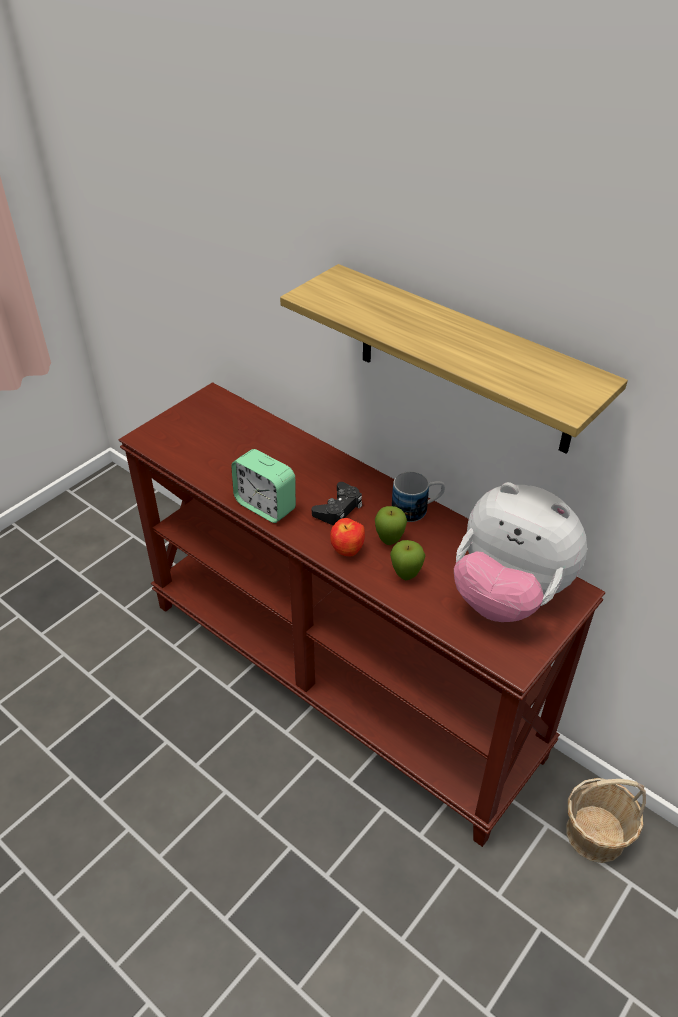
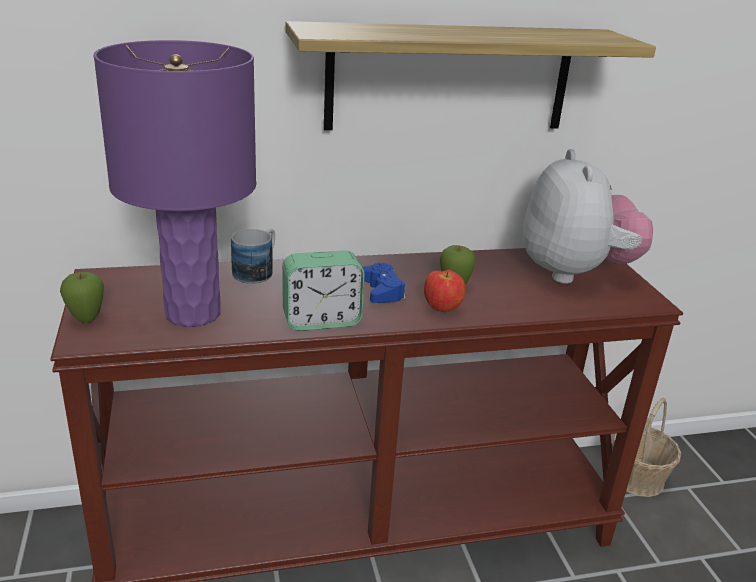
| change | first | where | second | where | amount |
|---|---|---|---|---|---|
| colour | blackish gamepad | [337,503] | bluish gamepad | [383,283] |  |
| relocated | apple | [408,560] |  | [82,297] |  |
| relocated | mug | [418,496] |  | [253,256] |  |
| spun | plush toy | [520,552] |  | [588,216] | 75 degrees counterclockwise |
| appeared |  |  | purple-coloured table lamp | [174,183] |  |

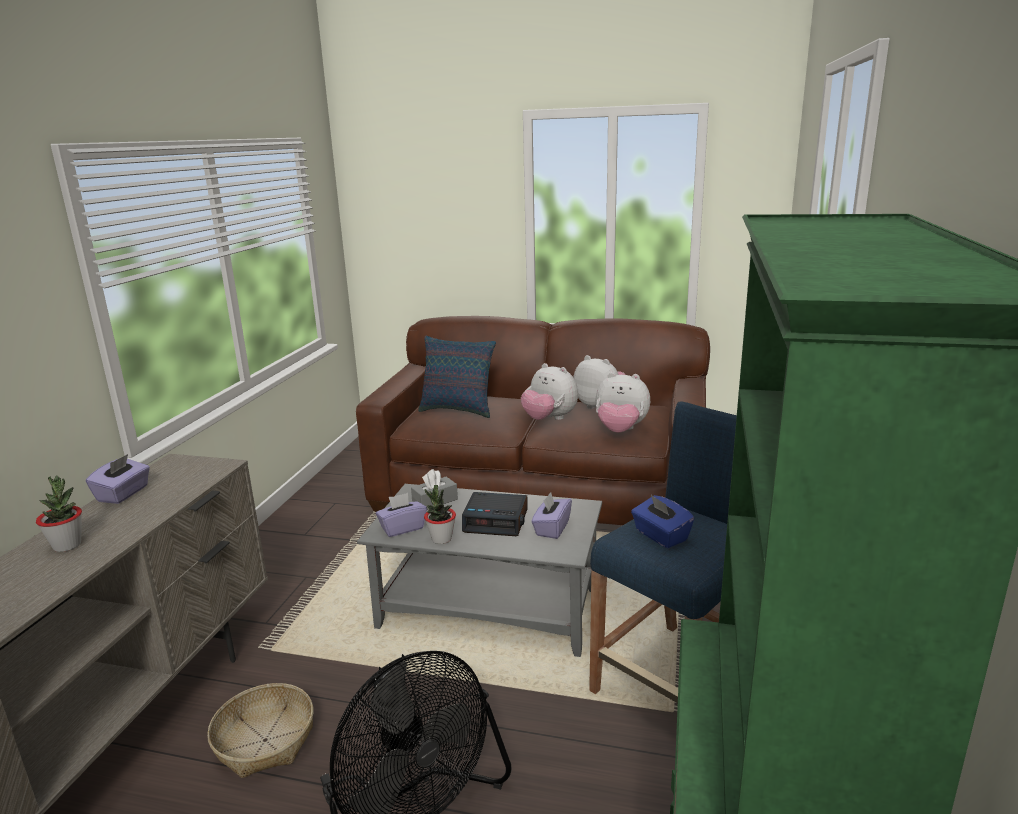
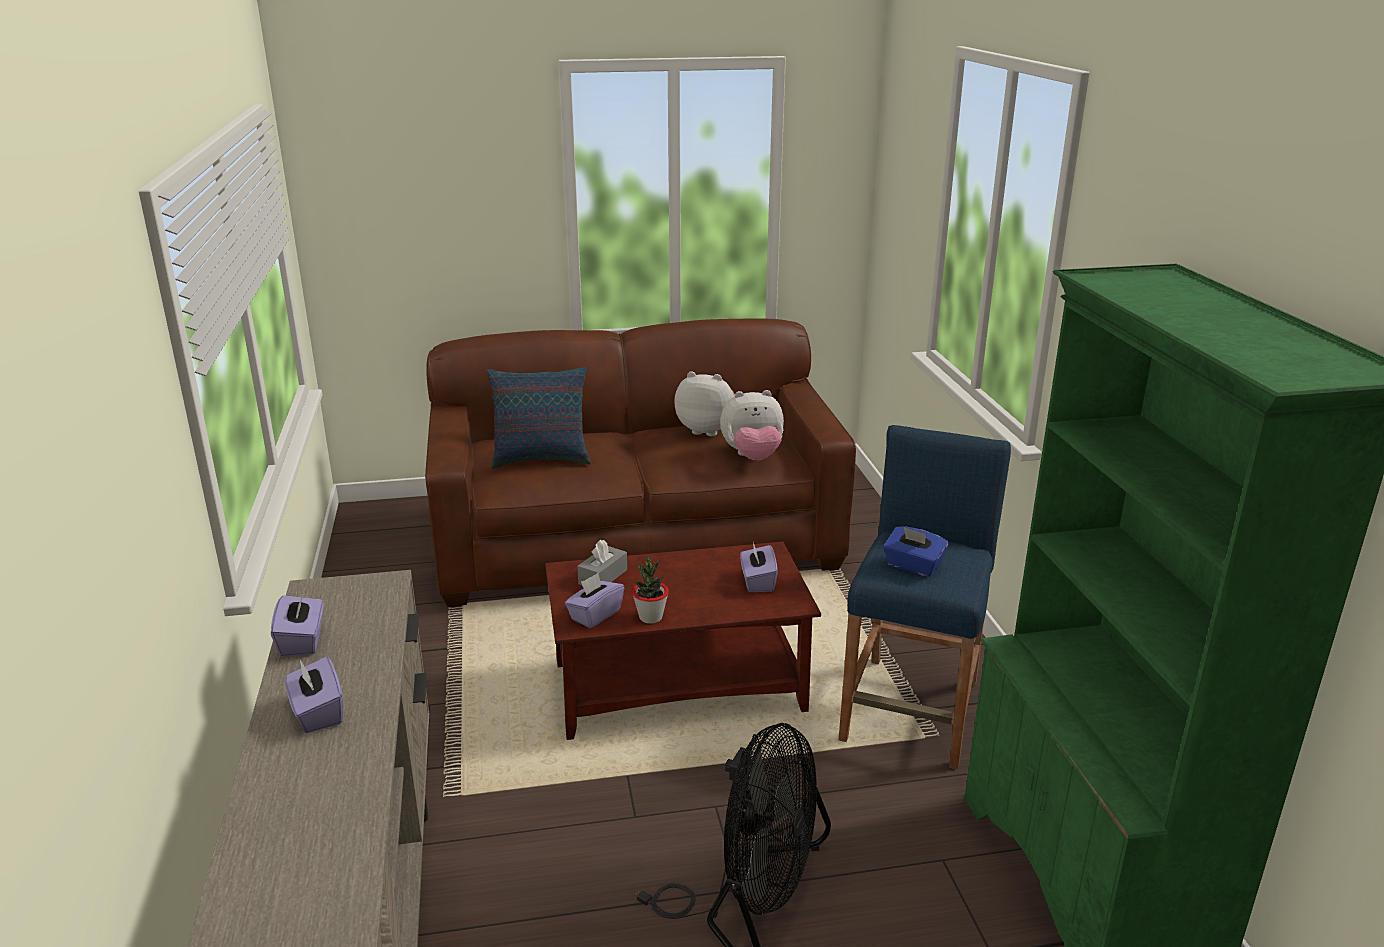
| change | first | where | second | where | amount |
|---|---|---|---|---|---|
| exchanged | houseplant | [59,513] | purple-coloured box of tissues | [314,695] |  |
| missing | household basket | [260,730] |  |  |  |
| colour | greyish coffee table | [479,570] | brownish coffee table | [683,641] |  |
| missing | alarm clock | [495,514] |  |  |  |
| missing | plush toy | [549,391] |  |  |  |

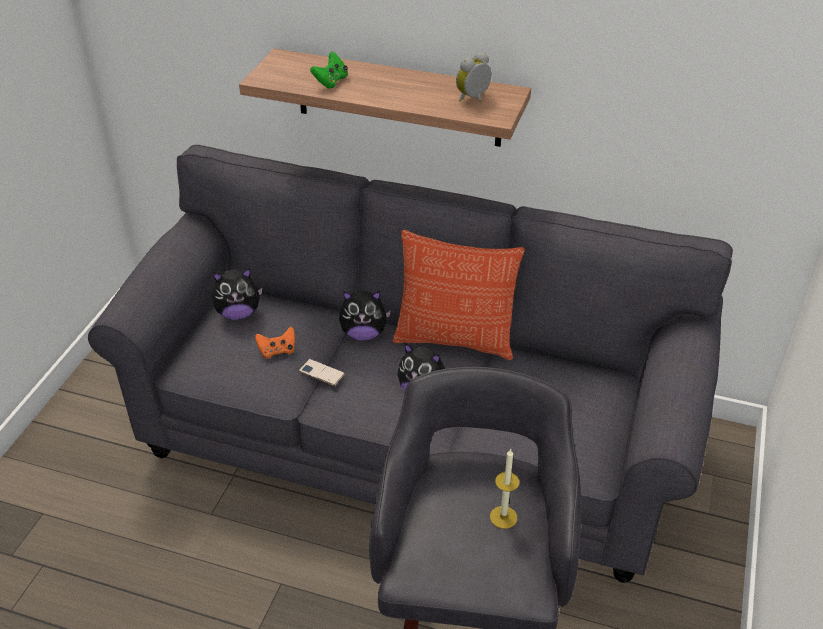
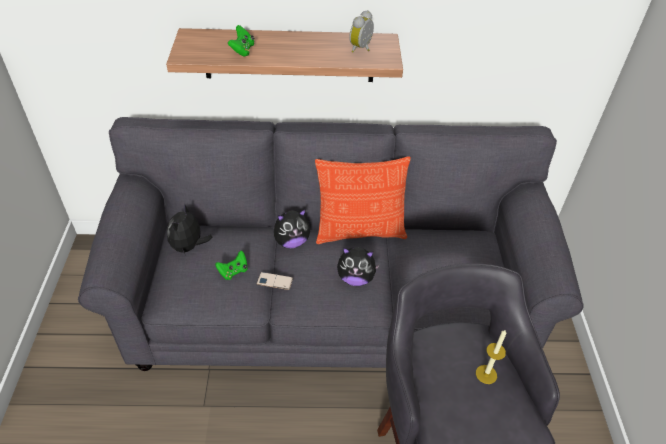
| change | first | where | second | where | amount |
|---|---|---|---|---|---|
| spun | plush toy | [237,294] |  | [190,229] | 135 degrees clockwise |
| colour | orangey gamepad | [275,343] | green gamepad | [231,265] |  |

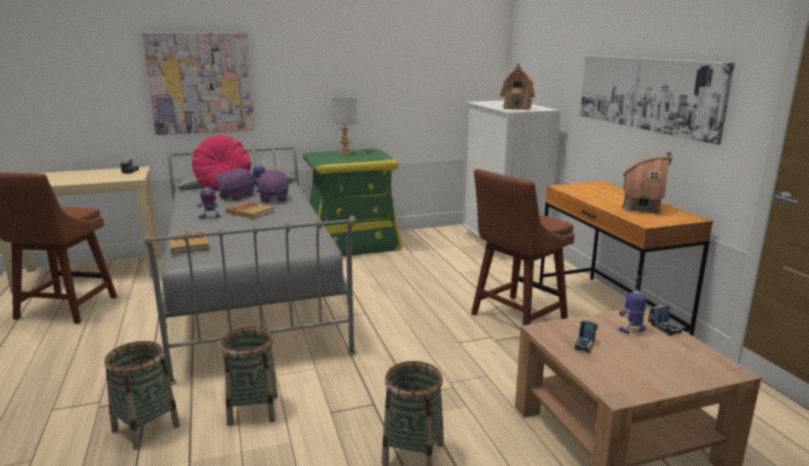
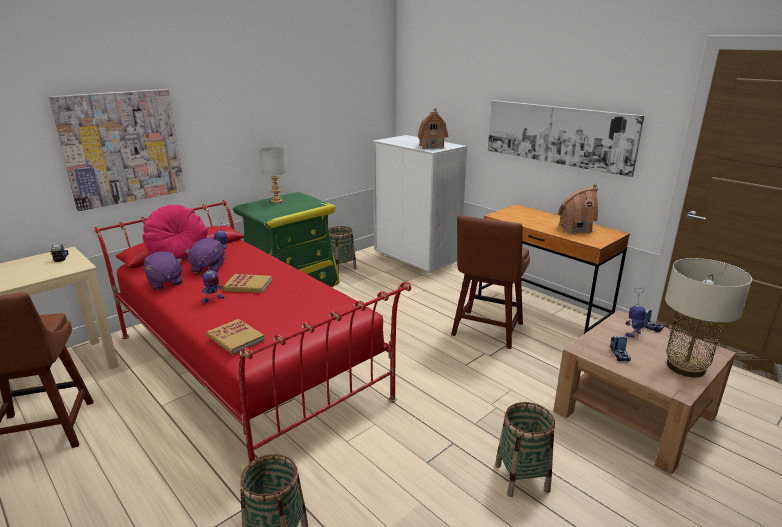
| change | first | where | second | where | amount |
|---|---|---|---|---|---|
| colour | greyish bed | [250,265] | red-coloured bed | [252,331] |  |
| relocated | household basket | [249,376] |  | [342,250] |  |
| relocated | purple-coloured plush toy | [272,186] |  | [163,270] |  |
| appeared |  |  | table lamp | [708,317] |  |

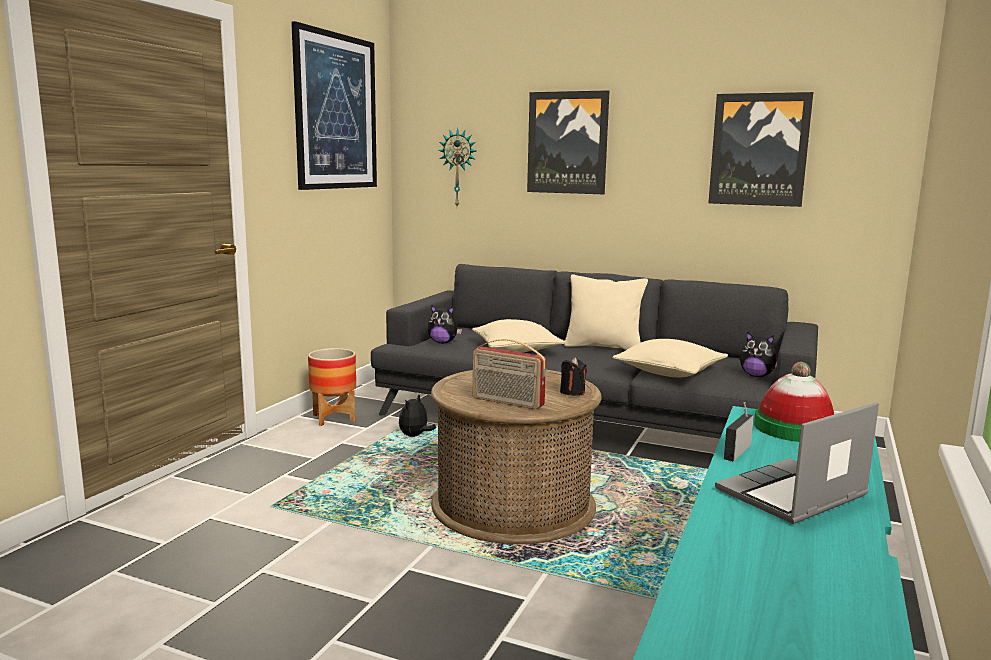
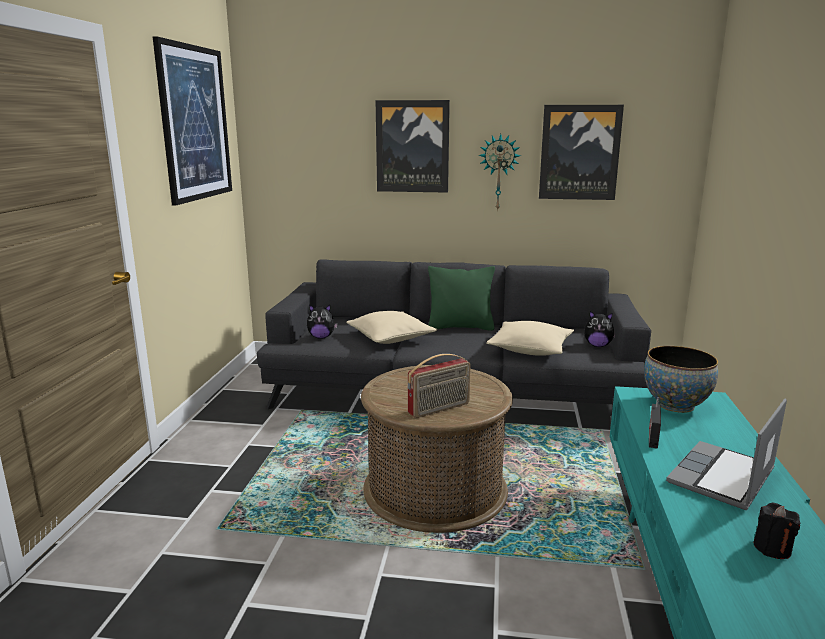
| change | first | where | second | where | amount |
|---|---|---|---|---|---|
| missing | planter | [332,387] |  |  |  |
| missing | plush toy | [417,416] |  |  |  |
| relocated | wall clock | [457,167] |  | [500,172] |  |
| spun | radio set | [509,374] |  | [439,386] | 45 degrees counterclockwise |
| relocated | blackish candle | [573,376] |  | [777,531] |  |
| colour | sand-coloured cushion | [606,312] | green cushion | [461,298] |  |
| exchanged | hat | [794,402] | deep dish | [681,379] |  |

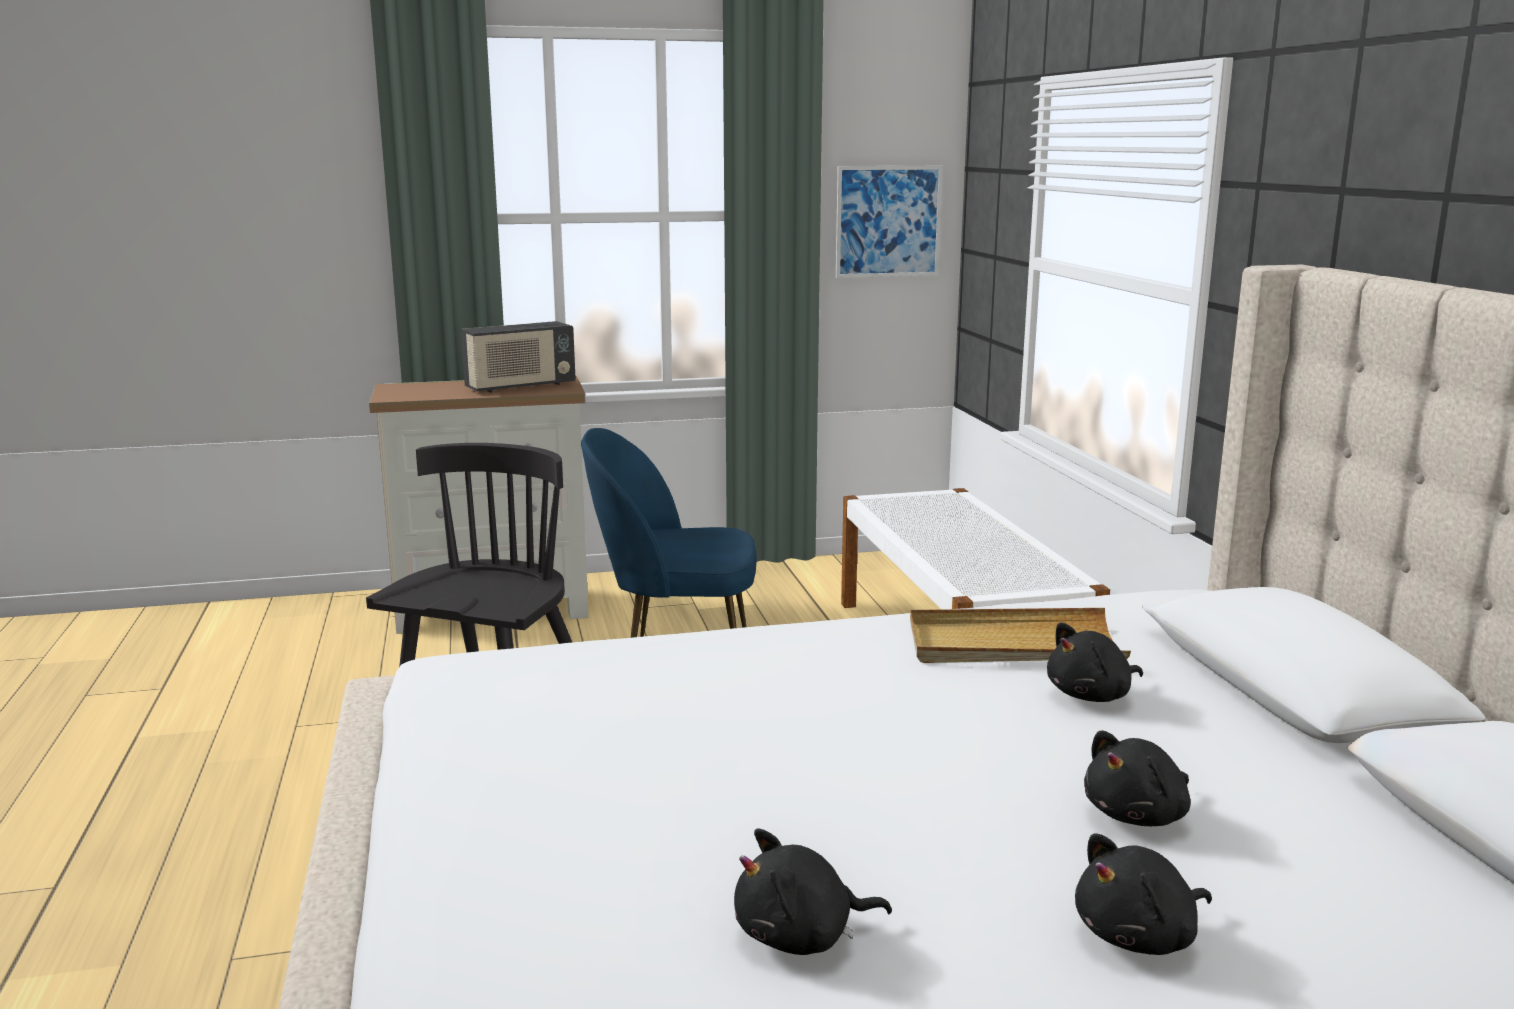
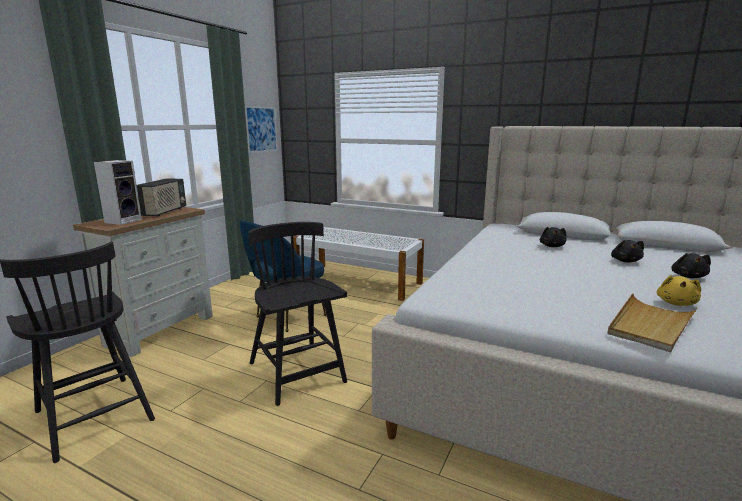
| change | first | where | second | where | amount |
|---|---|---|---|---|---|
| colour | blackish plush toy | [813,892] | yellow plush toy | [679,290] |  |
| relocated | sand-coloured tray | [1020,635] |  | [652,322] |  |
| appeared |  |  | blackish plain chair | [77,352] |  |
| appeared |  |  | audio speaker | [118,192] |  |

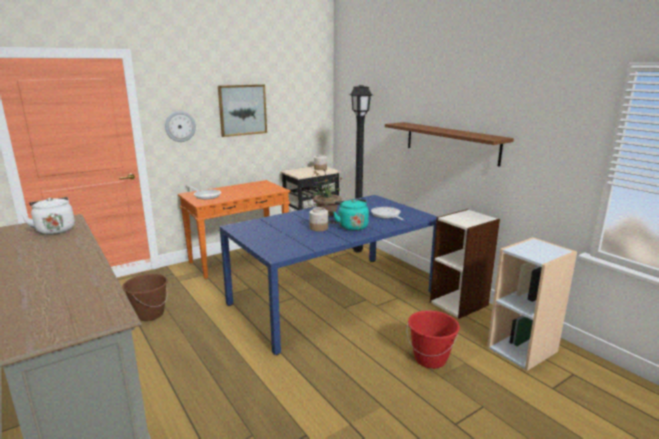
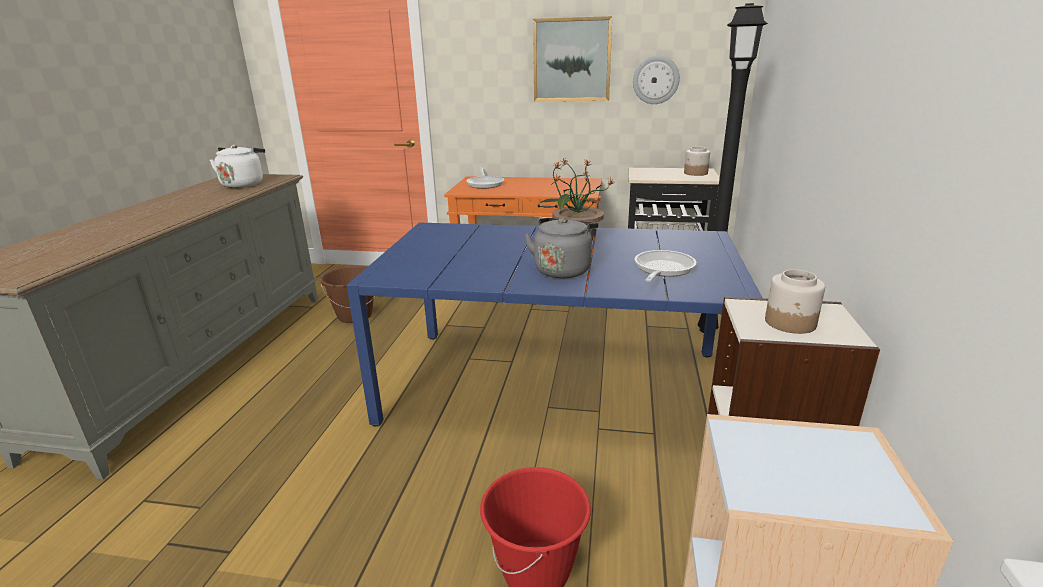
| change | first | where | second | where | amount |
|---|---|---|---|---|---|
| relocated | wall clock | [180,126] |  | [656,80] |  |
| relocated | preserve jar | [318,219] |  | [795,301] |  |
| colour | turquoise tea kettle | [351,215] | greyish tea kettle | [561,248] |  |
| missing | brownish wall shelf | [449,144] |  |  |  |

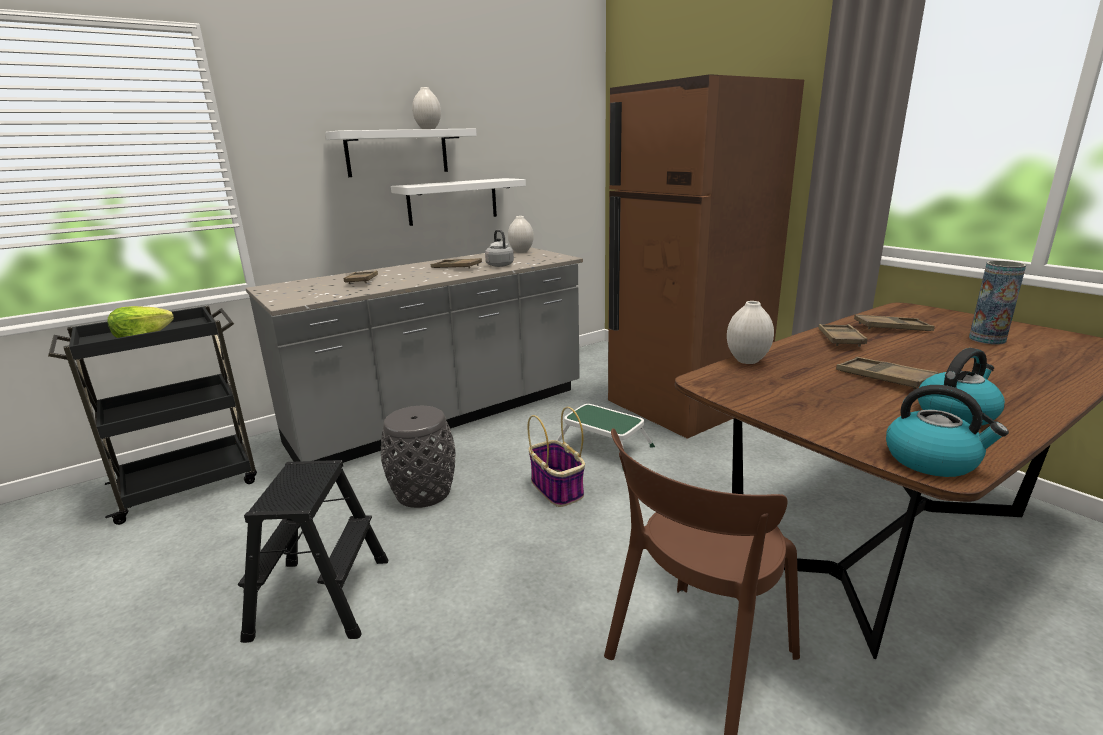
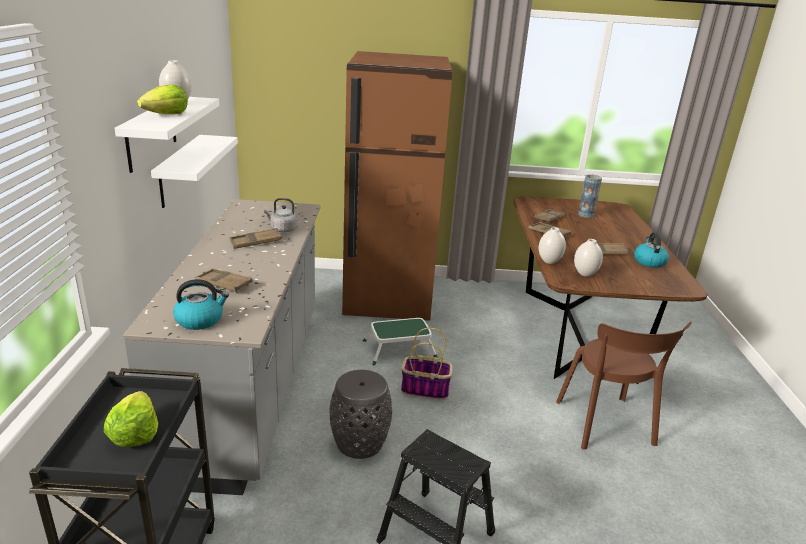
| change | first | where | second | where | amount |
|---|---|---|---|---|---|
| relocated | whitish vase | [521,234] |  | [588,258] |  |
| relocated | tea kettle | [947,431] |  | [201,304] |  |
| appeared |  |  | lettuce head | [162,99] |  |

